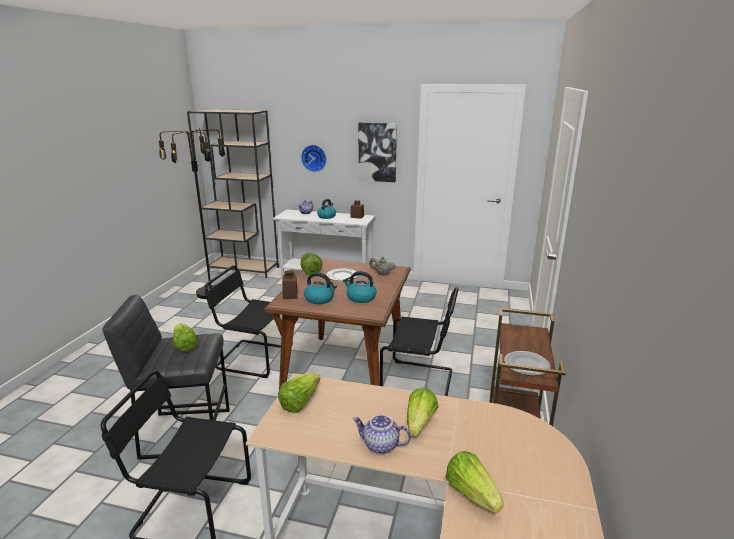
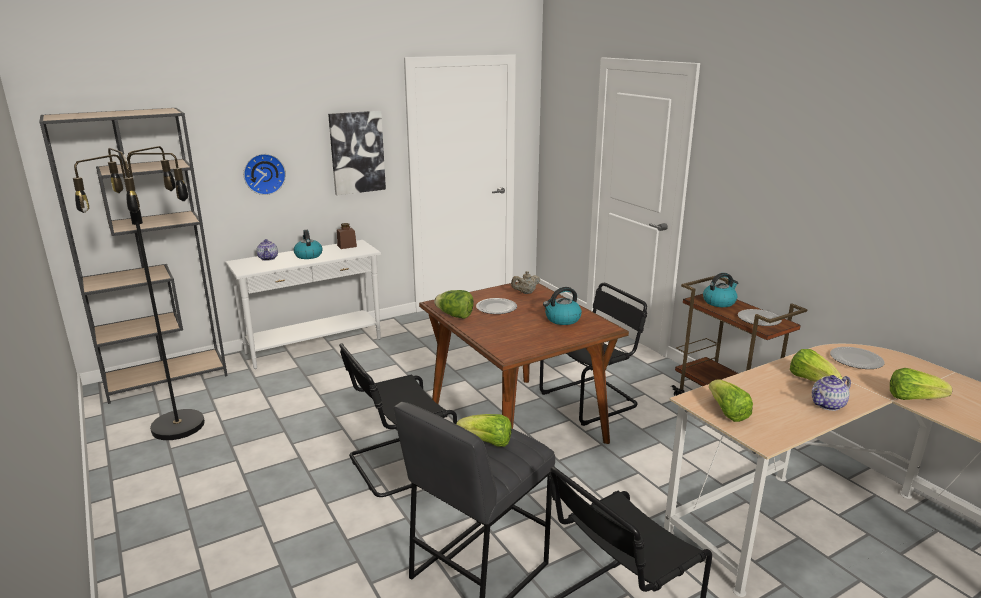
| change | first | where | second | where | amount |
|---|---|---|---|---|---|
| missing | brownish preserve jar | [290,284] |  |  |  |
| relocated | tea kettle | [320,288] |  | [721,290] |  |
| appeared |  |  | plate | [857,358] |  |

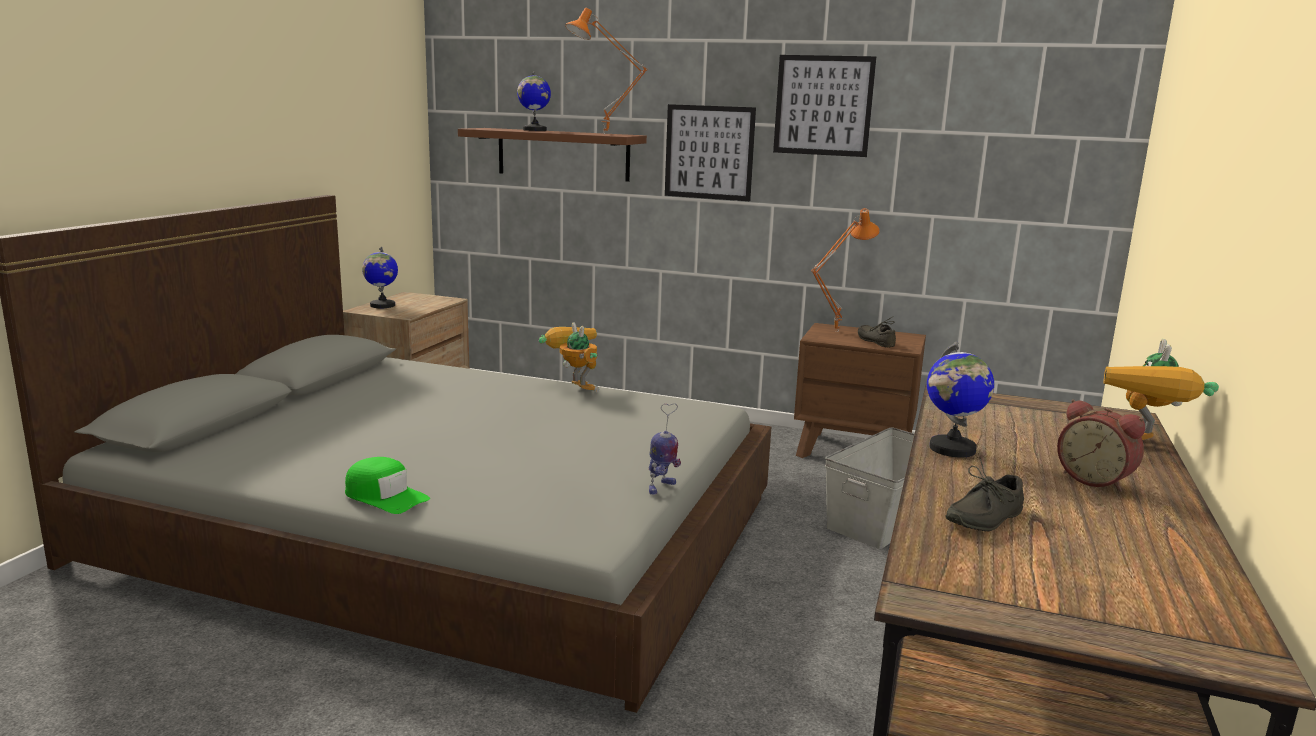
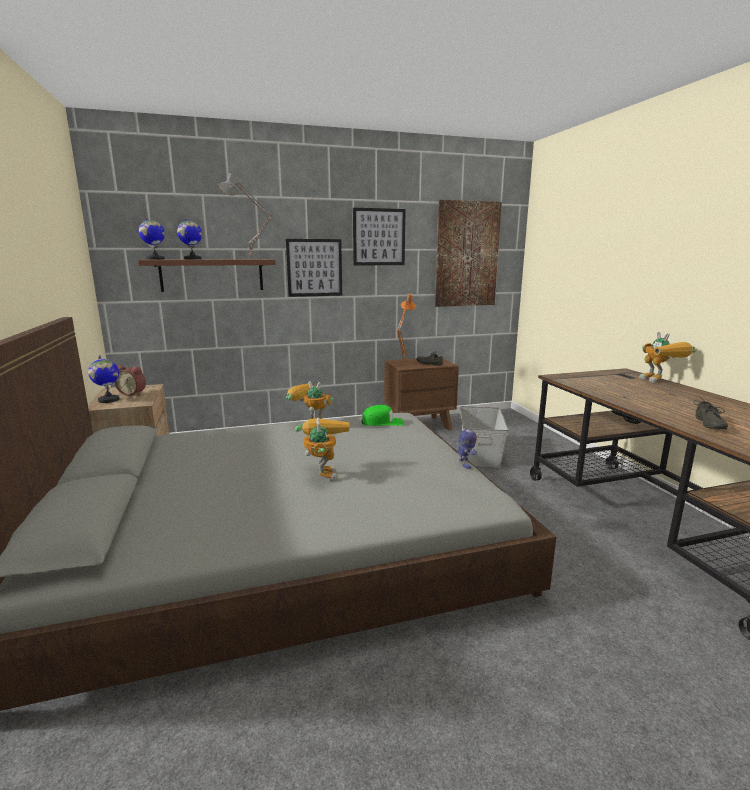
| change | first | where | second | where | amount |
|---|---|---|---|---|---|
| relocated | green peaked cap | [387,485] |  | [383,415] |  |
| colour | orangey table lamp | [606,71] | greyish table lamp | [245,215] |  |
| relocated | desk globe | [960,399] |  | [152,238] |  |
| relocated | alarm clock | [1101,445] |  | [130,380] |  |
| appeared |  |  | model robot | [322,449] |  |
| appeared |  |  | wall art | [468,253] |  |

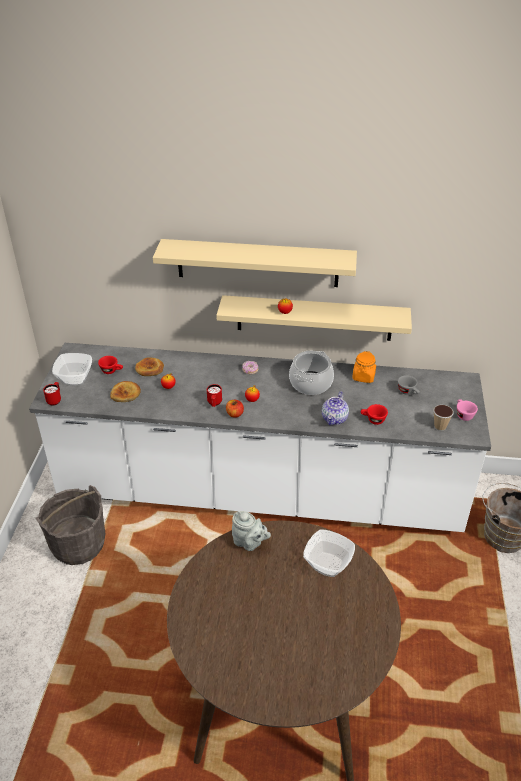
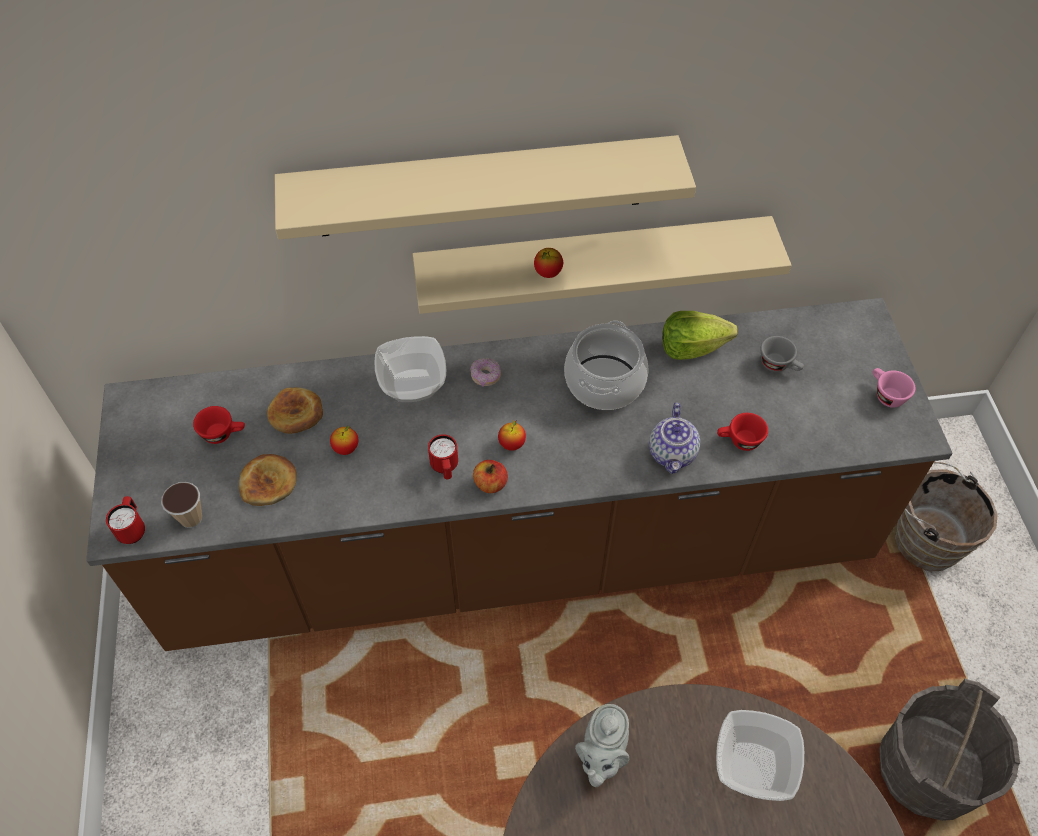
| change | first | where | second | where | amount |
|---|---|---|---|---|---|
| colour | whitish kitchen base unit | [260,437] | brownish kitchen base unit | [519,474] |  |
| relocated | greyish water bucket | [70,525] |  | [949,750] |  |
| relocated | deep dish | [72,369] |  | [410,369] |  |
| spun | greyish teapot | [251,531] |  | [602,745] | 90 degrees clockwise |
| exchanged | orangey preserve jar | [364,367] | lettuce head | [700,335] |  |
| relocated | drinking cup | [443,418] |  | [181,505] |  |

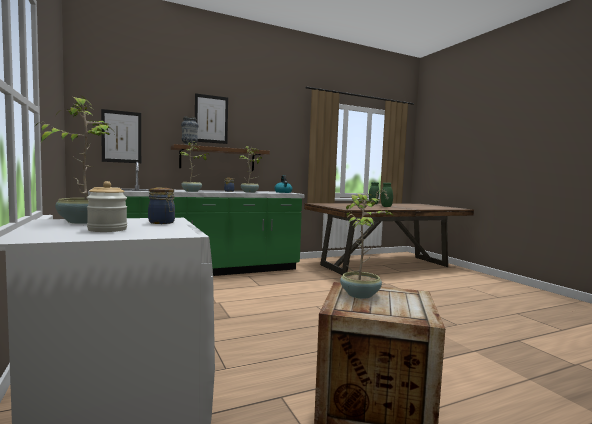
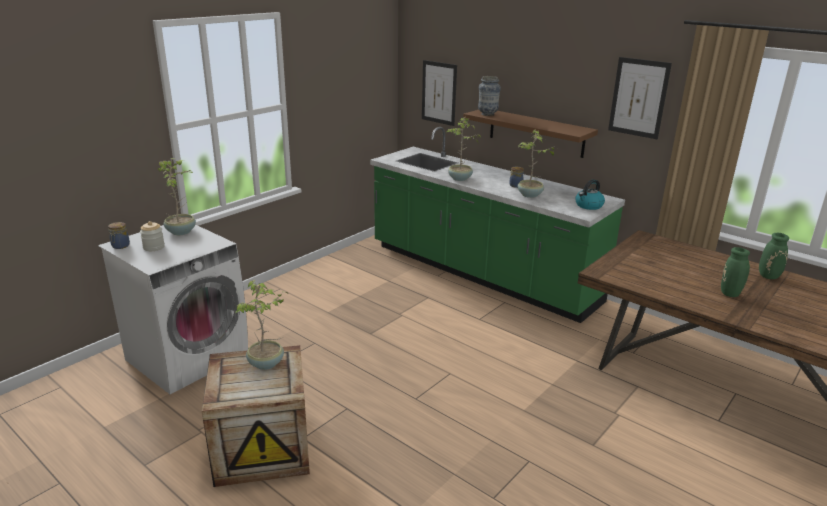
| change | first | where | second | where | amount |
|---|---|---|---|---|---|
| relocated | preserve jar | [161,206] |  | [119,235] |  |
| relocated | wall art | [211,118] |  | [640,98] |  |

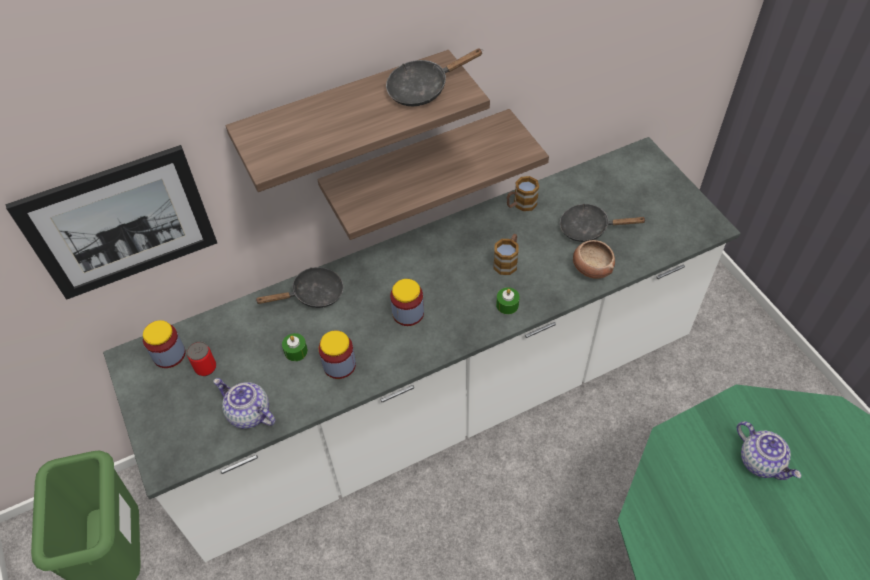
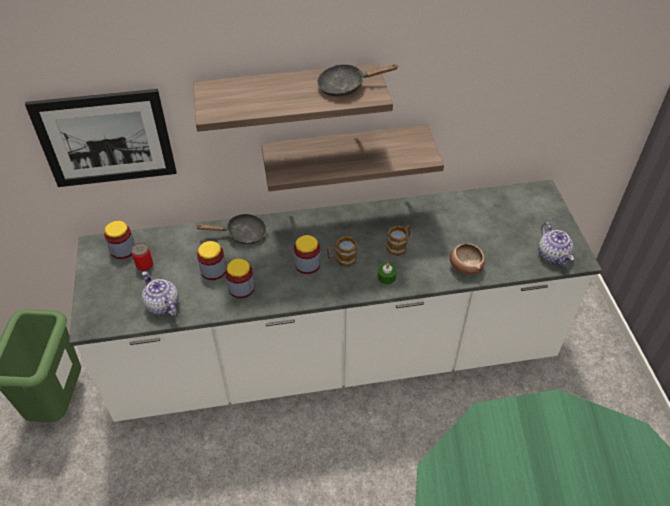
| change | first | where | second | where | amount |
|---|---|---|---|---|---|
| exchanged | green candle | [295,347] | preserve jar | [211,260] |  |
| relocated | mug | [523,193] |  | [342,251] |  |
| missing | blackish skillet | [603,222] |  |  |  |
| relocated | teapot | [769,450] |  | [556,244] |  |

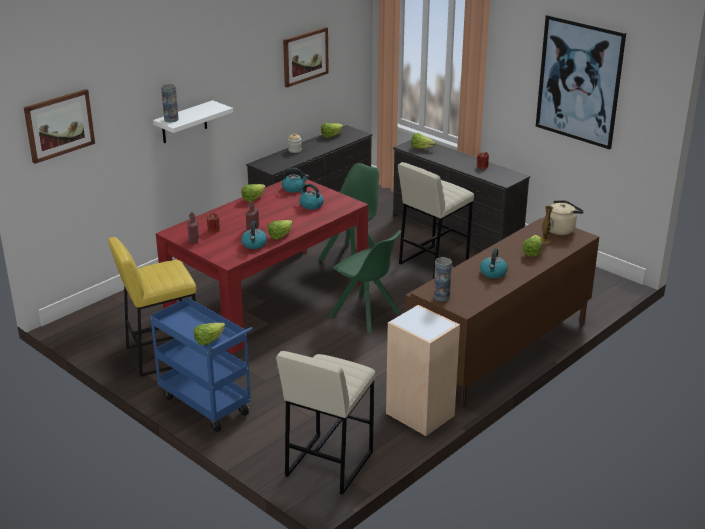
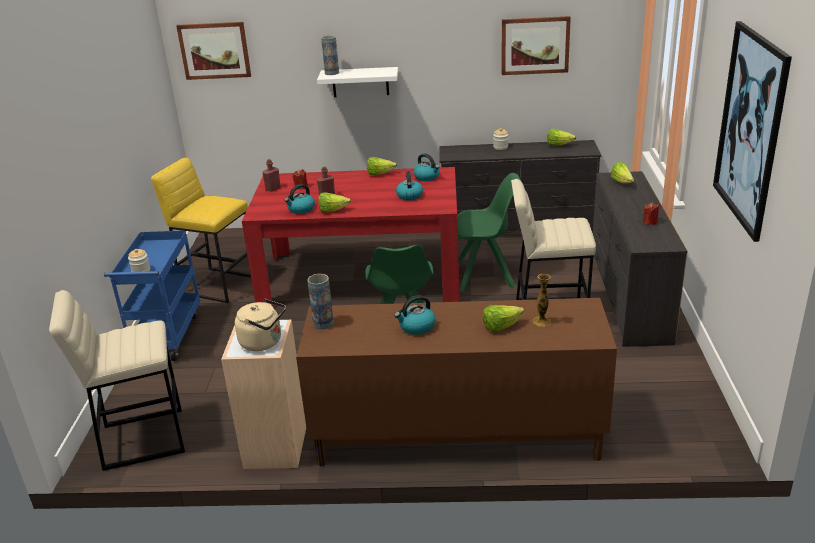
| change | first | where | second | where | amount |
|---|---|---|---|---|---|
| exchanged | lettuce head | [209,334] | preserve jar | [139,260] |  |
| relocated | sand-coloured tea kettle | [565,217] |  | [260,325] |  |

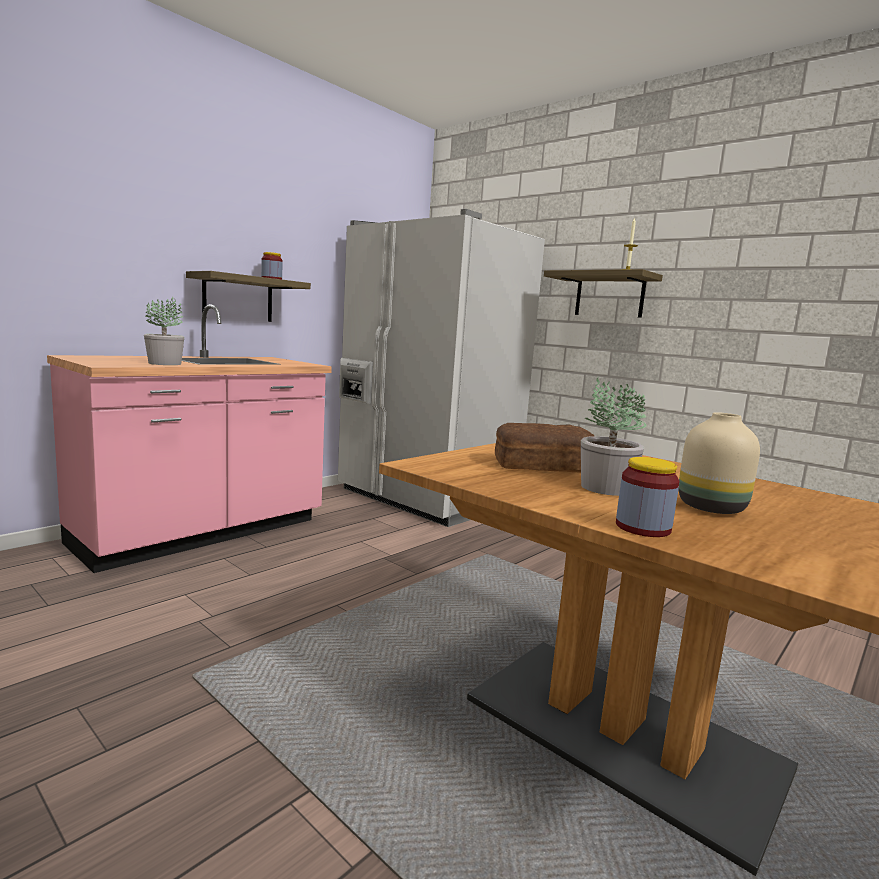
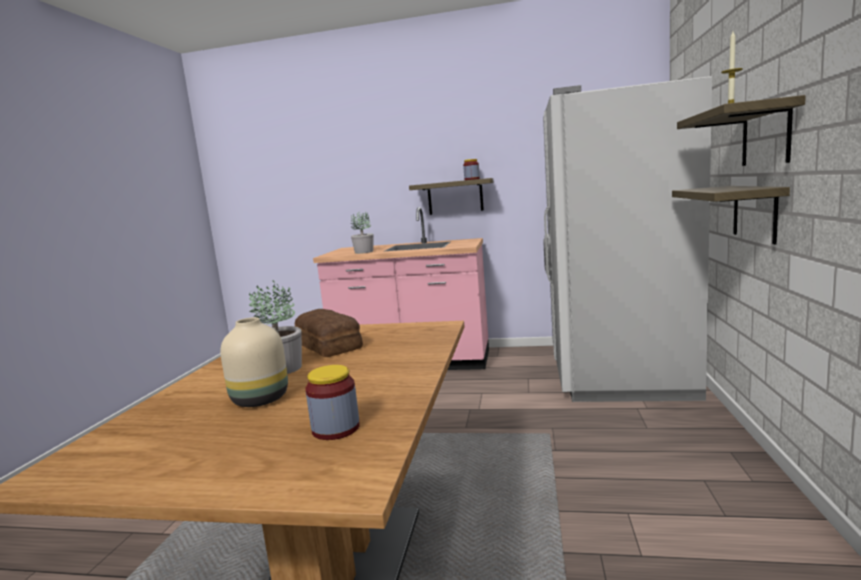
| change | first | where | second | where | amount |
|---|---|---|---|---|---|
| relocated | preserve jar | [648,497] |  | [332,402] |  |
| appeared |  |  | wall shelf | [731,215] |  |

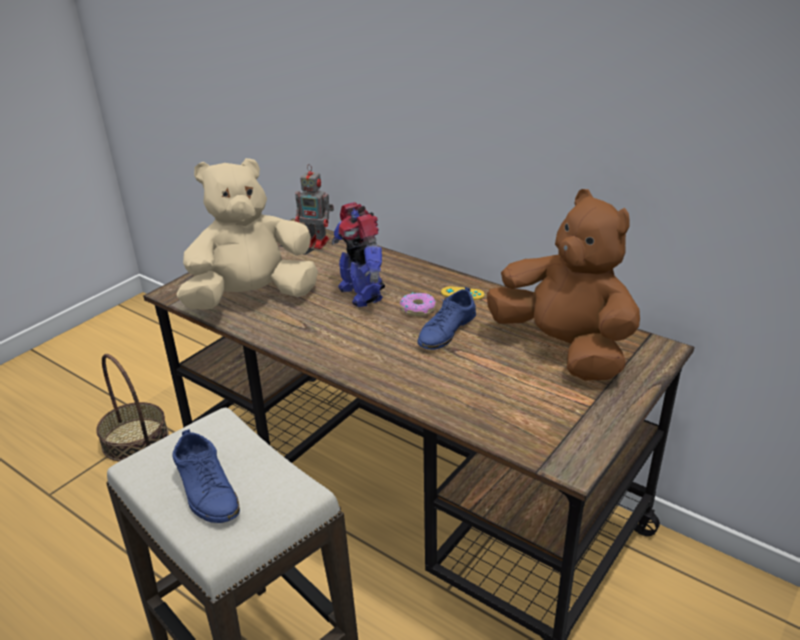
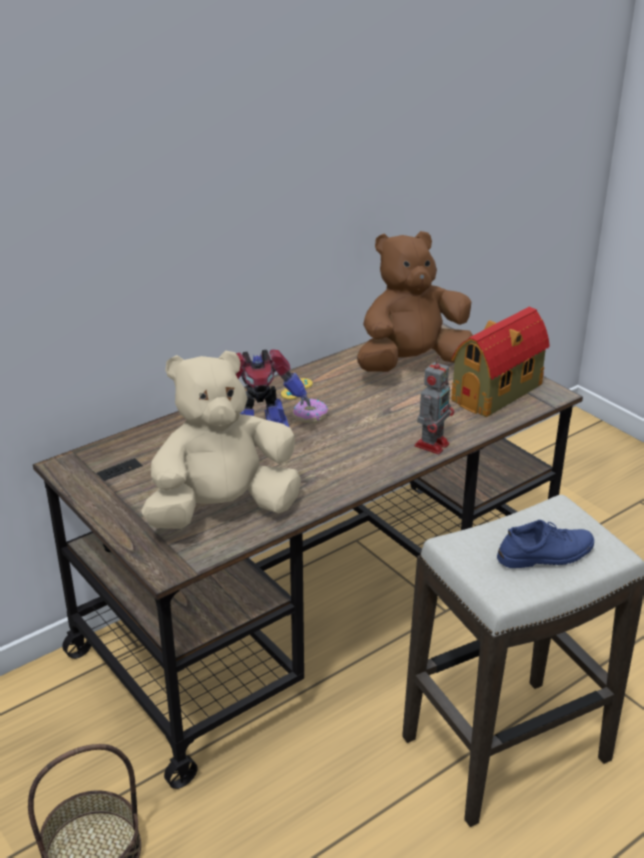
| change | first | where | second | where | amount |
|---|---|---|---|---|---|
| spun | sand-coloured plush toy | [247,233] |  | [221,439] | 75 degrees clockwise |
| relocated | model robot | [314,206] |  | [434,405] |  |
| missing | bluish shoe | [447,318] |  |  |  |
| appeared |  |  | toy house | [500,362] |  |

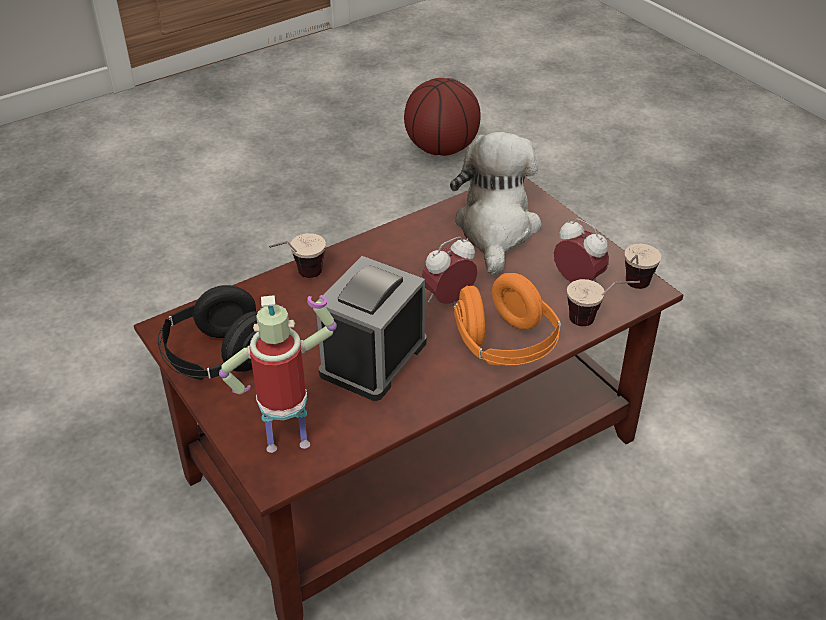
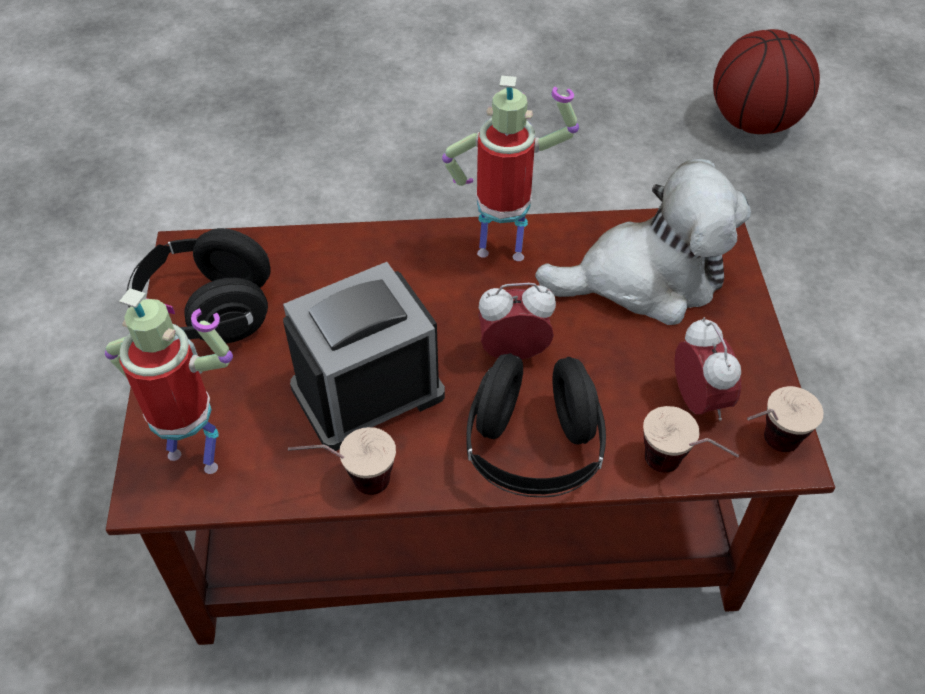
| change | first | where | second | where | amount |
|---|---|---|---|---|---|
| relocated | drinking cup | [297,255] |  | [342,461] |  |
| spun | plush toy | [495,203] |  | [643,241] | 45 degrees clockwise |
| colour | orangey pair of headphones | [507,319] | blackish pair of headphones | [536,425] |  |
| appeared |  |  | model robot | [510,168] |  |

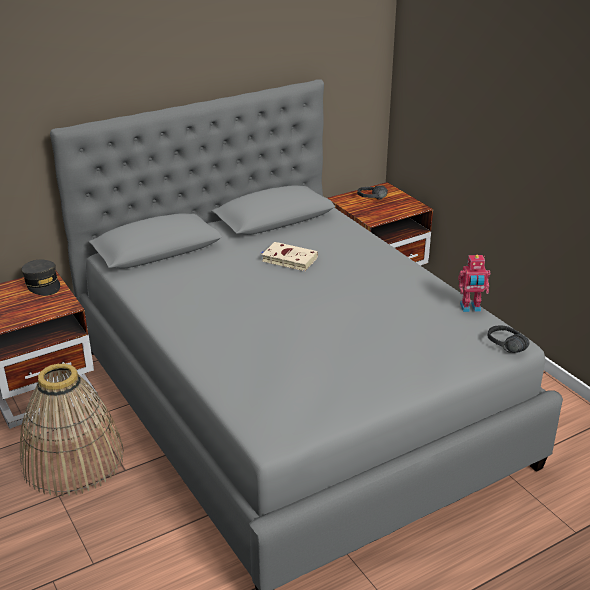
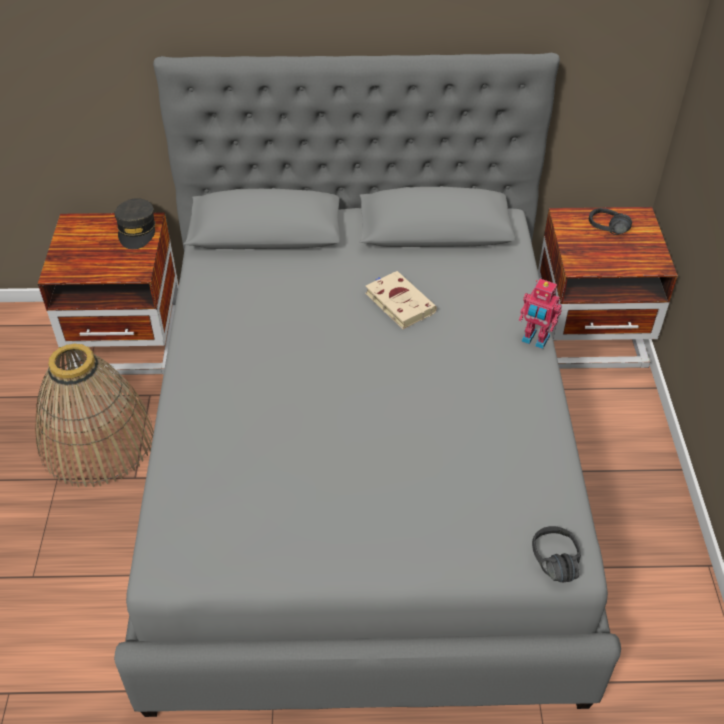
| change | first | where | second | where | amount |
|---|---|---|---|---|---|
| relocated | model robot | [474,283] |  | [540,314] |  |

